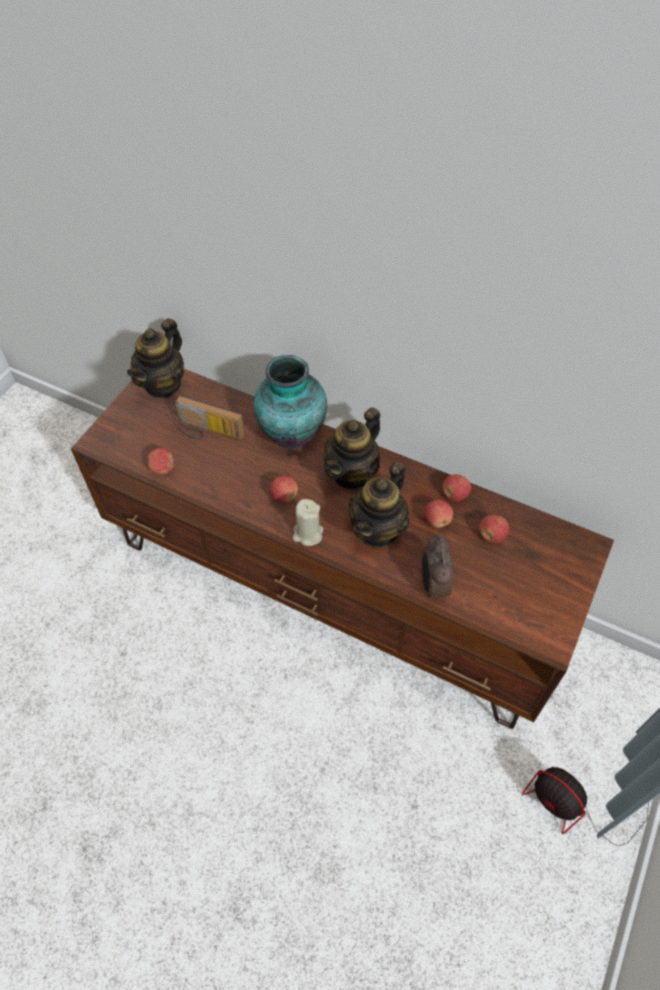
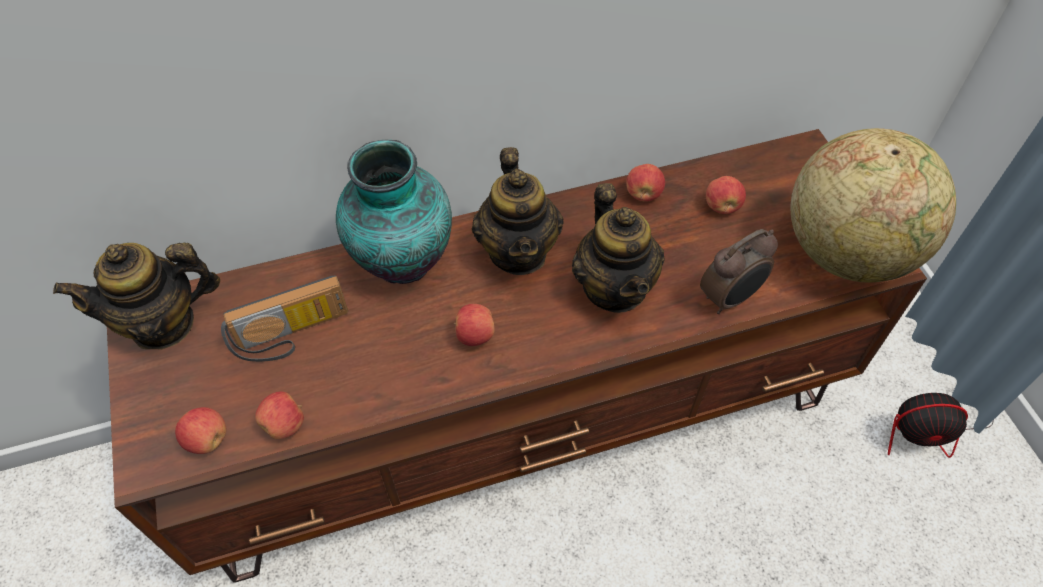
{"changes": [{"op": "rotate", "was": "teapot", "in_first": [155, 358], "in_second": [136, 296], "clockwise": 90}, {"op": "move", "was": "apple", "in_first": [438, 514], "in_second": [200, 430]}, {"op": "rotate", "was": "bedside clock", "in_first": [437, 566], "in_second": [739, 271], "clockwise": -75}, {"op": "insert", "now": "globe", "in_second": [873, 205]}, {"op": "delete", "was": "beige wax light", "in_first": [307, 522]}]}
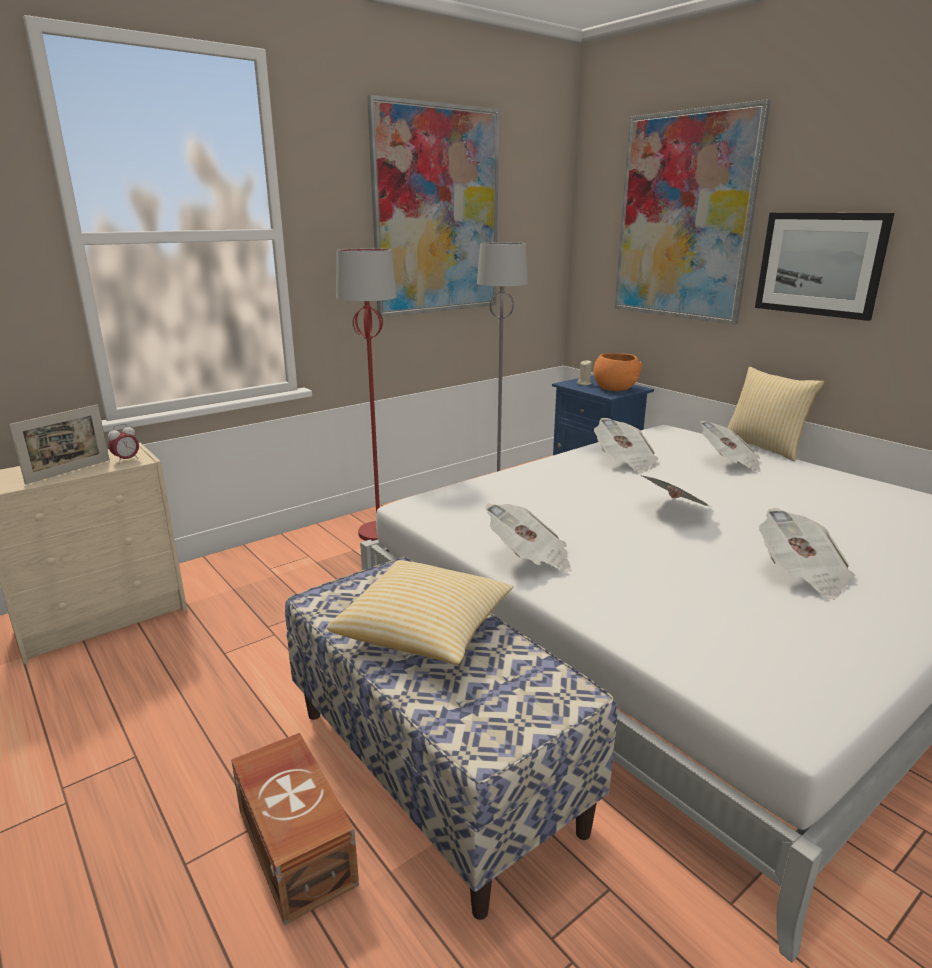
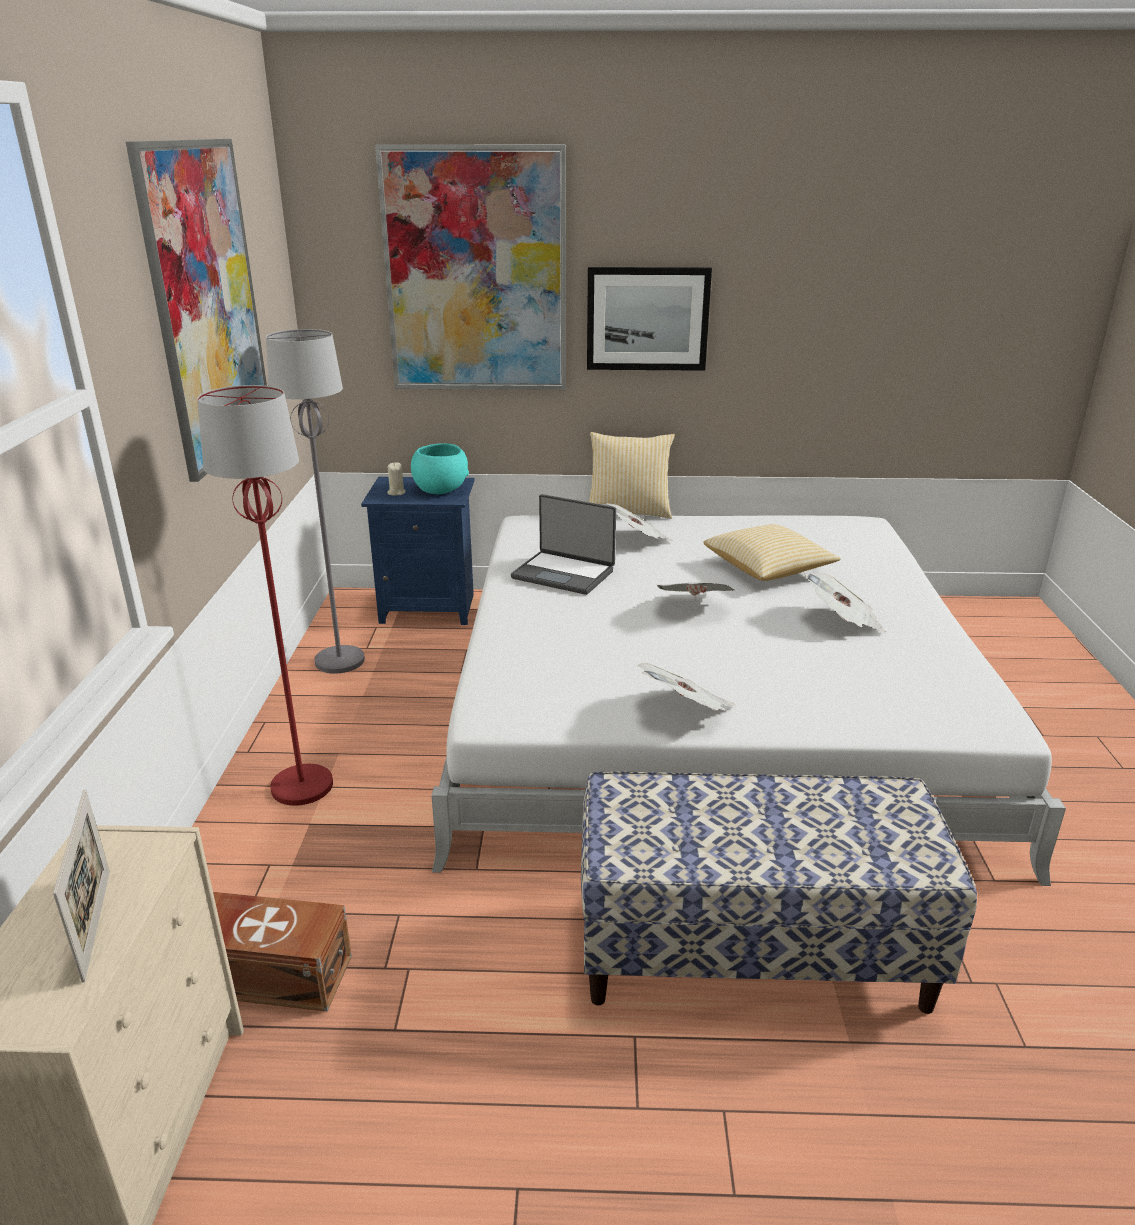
{"changes": [{"op": "move", "was": "brownish storage container", "in_first": [295, 829], "in_second": [282, 951]}, {"op": "recolor", "was": "orange deep dish", "now": "blue-green deep dish", "in_first": [617, 372], "in_second": [440, 468]}, {"op": "replace", "was": "daily paper", "now": "notebook computer", "in_first": [626, 445], "in_second": [563, 544]}, {"op": "move", "was": "throw pillow", "in_first": [420, 612], "in_second": [772, 552]}, {"op": "delete", "was": "bedside clock", "in_first": [123, 444]}]}
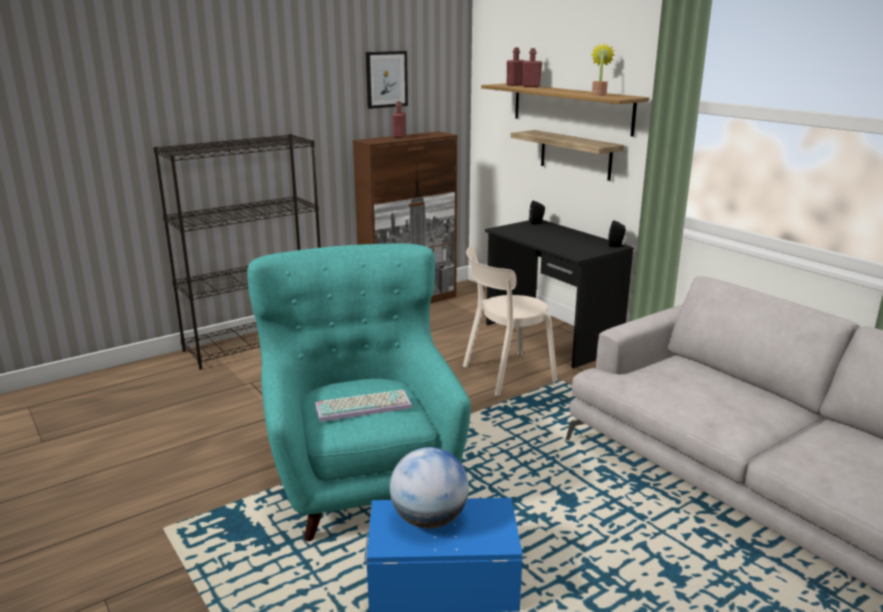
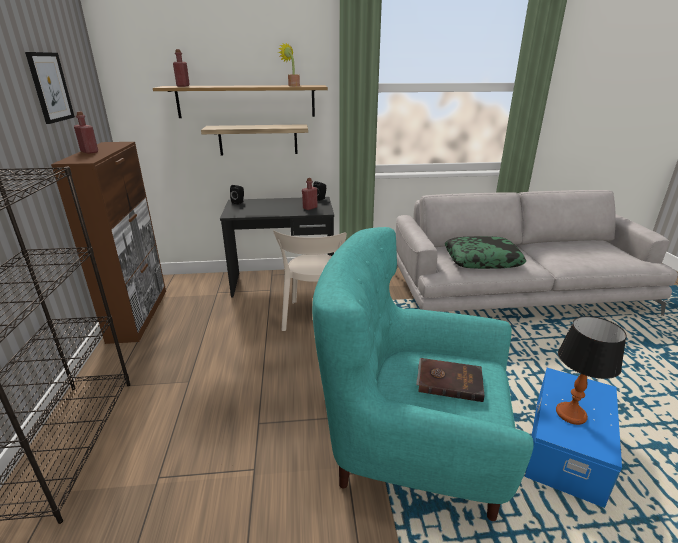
{"changes": [{"op": "move", "was": "red-coloured drink bottle", "in_first": [532, 67], "in_second": [310, 194]}, {"op": "replace", "was": "PC keyboard", "now": "brownish book", "in_first": [363, 406], "in_second": [450, 380]}, {"op": "insert", "now": "throw pillow", "in_second": [485, 252]}, {"op": "replace", "was": "globe", "now": "lamp for a table", "in_first": [429, 488], "in_second": [591, 370]}]}
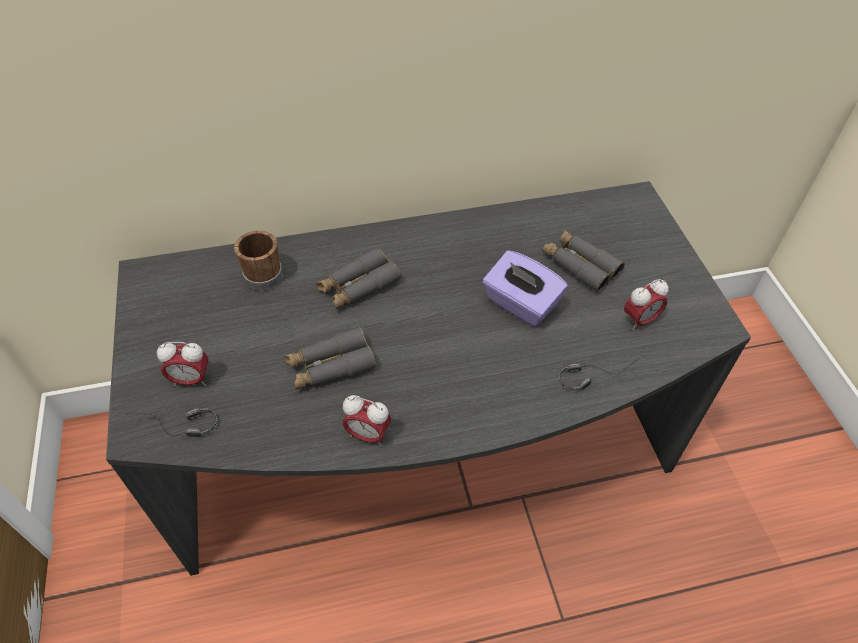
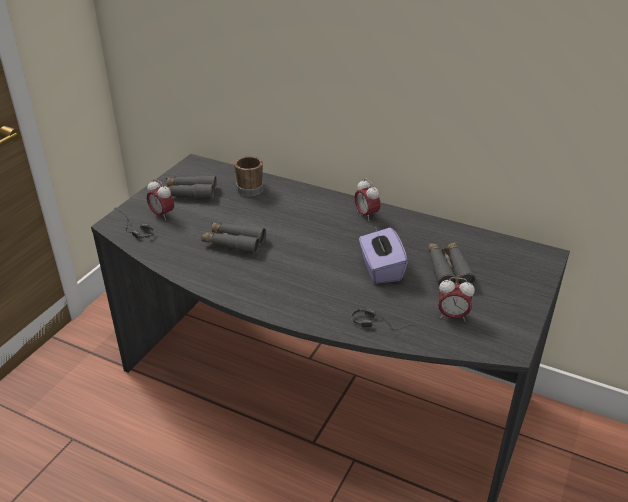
{"changes": [{"op": "move", "was": "grey pair of binoculars", "in_first": [358, 278], "in_second": [191, 188]}, {"op": "move", "was": "bedside clock", "in_first": [366, 420], "in_second": [368, 199]}]}
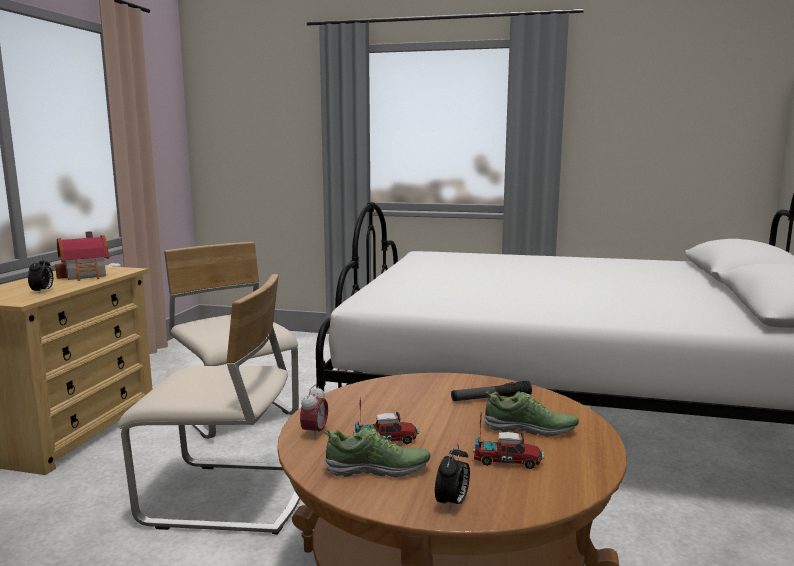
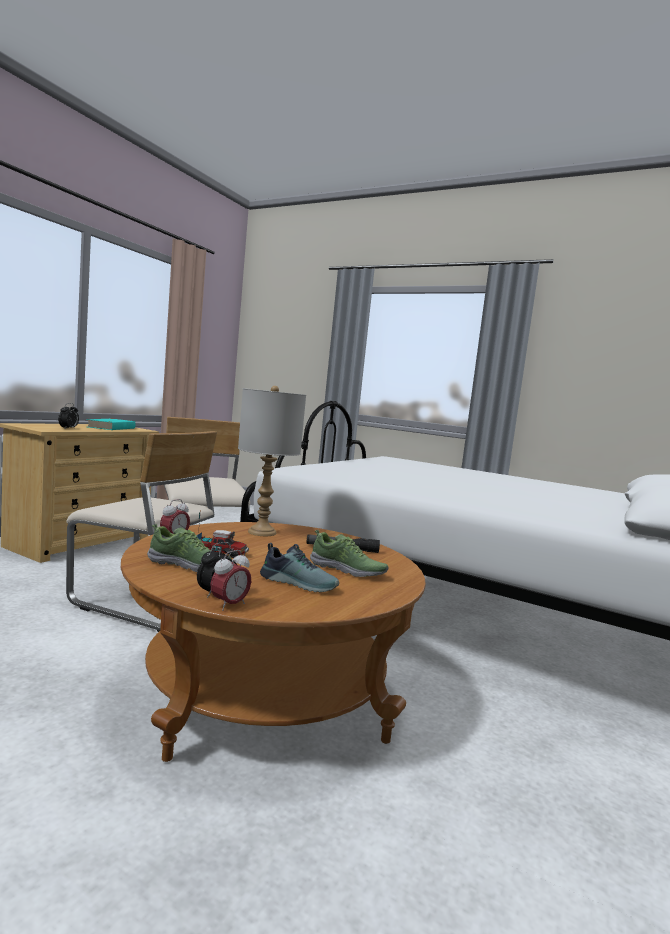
{"changes": [{"op": "replace", "was": "miniature house", "now": "blue-green book", "in_first": [82, 256], "in_second": [111, 424]}, {"op": "insert", "now": "bedside clock", "in_second": [230, 580]}, {"op": "insert", "now": "grey lamp for a table", "in_second": [272, 461]}, {"op": "replace", "was": "model truck", "now": "low shoe", "in_first": [508, 443], "in_second": [299, 567]}]}
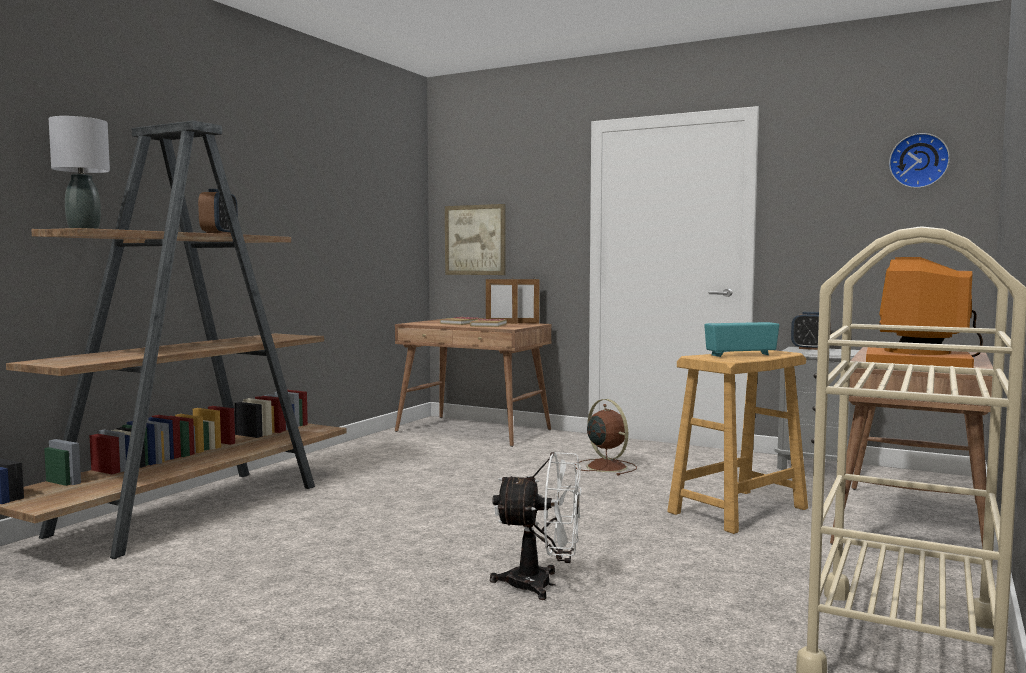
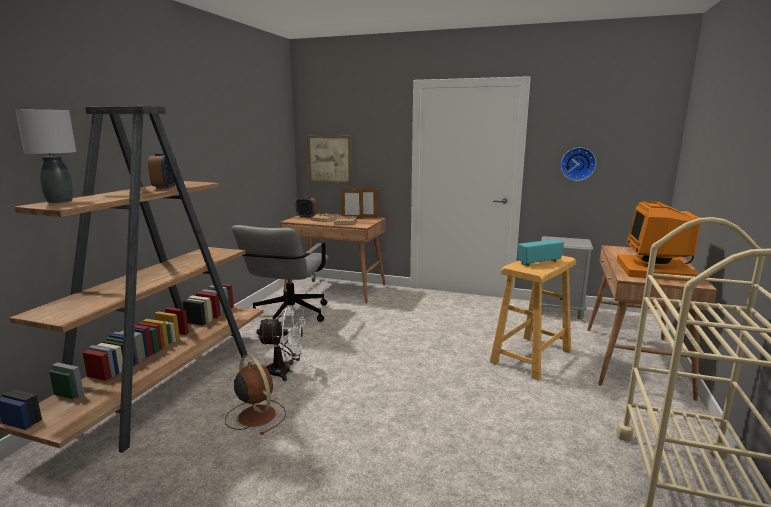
{"changes": [{"op": "move", "was": "brownish electric fan", "in_first": [606, 437], "in_second": [255, 394]}, {"op": "insert", "now": "grey office chair", "in_second": [280, 273]}, {"op": "move", "was": "white electric fan", "in_first": [535, 526], "in_second": [280, 343]}, {"op": "move", "was": "bedside clock", "in_first": [811, 331], "in_second": [306, 207]}, {"op": "move", "was": "clock on the wall", "in_first": [919, 160], "in_second": [578, 164]}]}
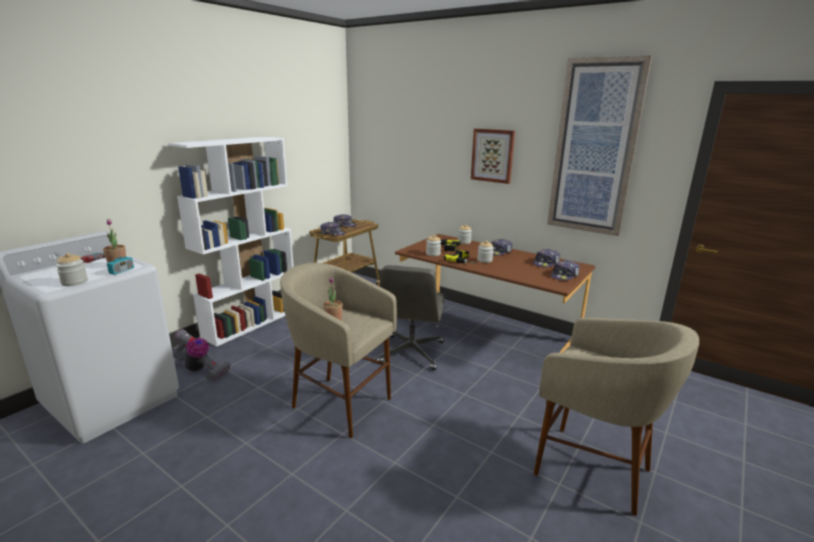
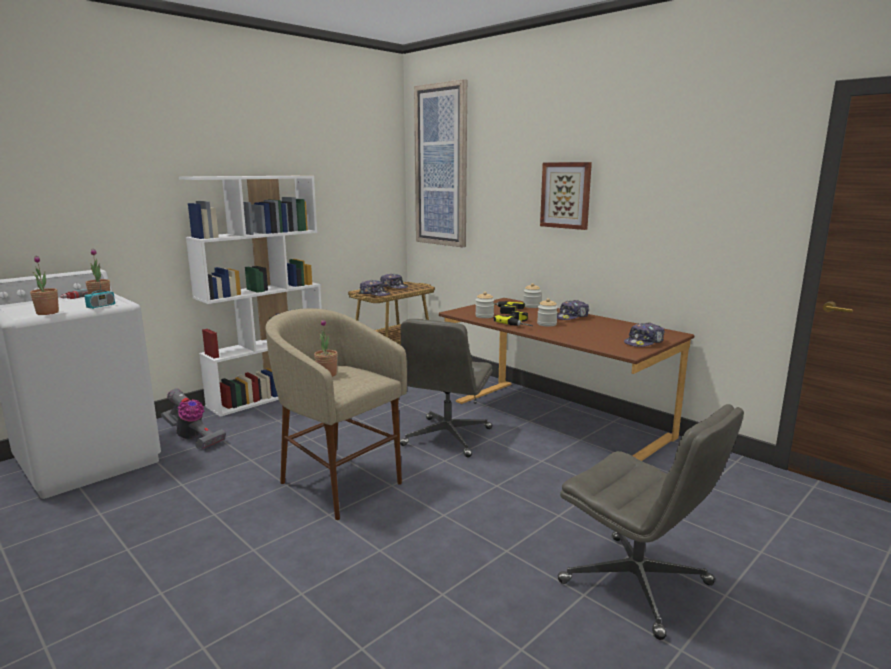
{"changes": [{"op": "replace", "was": "preserve jar", "now": "potted plant", "in_first": [72, 269], "in_second": [44, 285]}, {"op": "move", "was": "wall picture", "in_first": [599, 145], "in_second": [440, 163]}, {"op": "replace", "was": "beige stool", "now": "grey office chair", "in_first": [616, 416], "in_second": [651, 522]}, {"op": "delete", "was": "peaked cap", "in_first": [546, 258]}]}
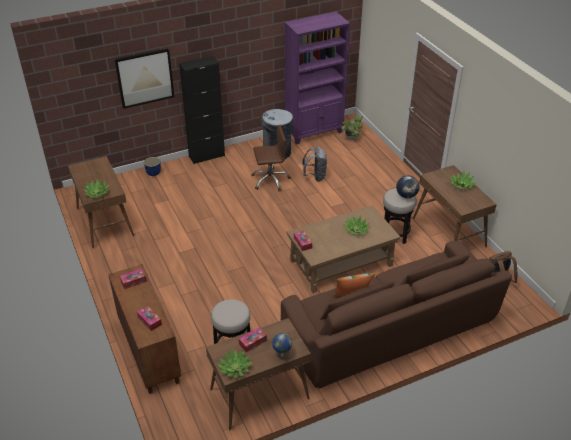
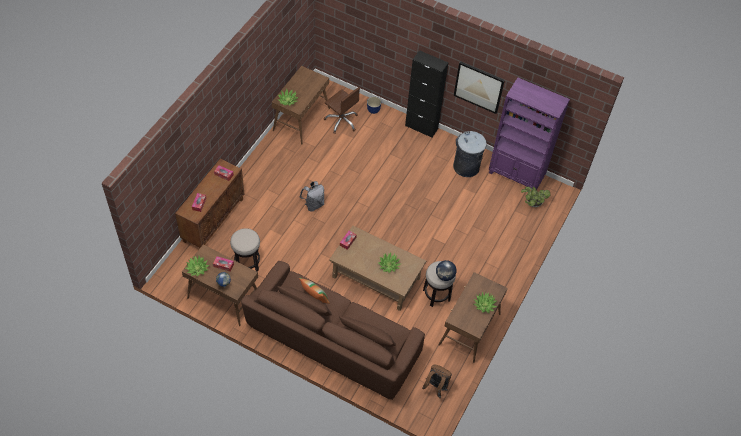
{"changes": [{"op": "move", "was": "grey backpack", "in_first": [314, 164], "in_second": [311, 196]}, {"op": "move", "was": "brownish office chair", "in_first": [271, 158], "in_second": [342, 110]}, {"op": "move", "was": "wall picture", "in_first": [144, 78], "in_second": [479, 87]}]}
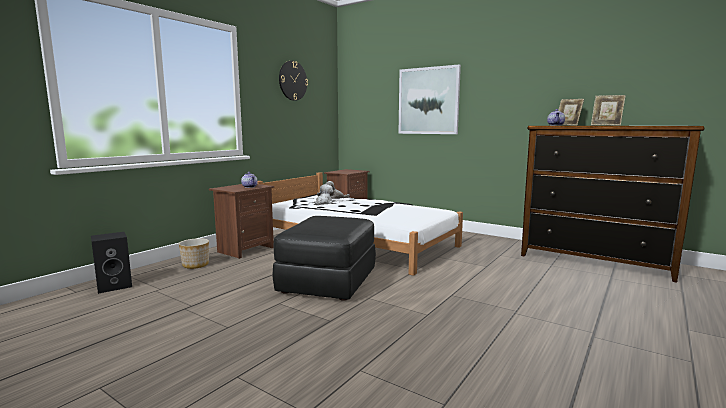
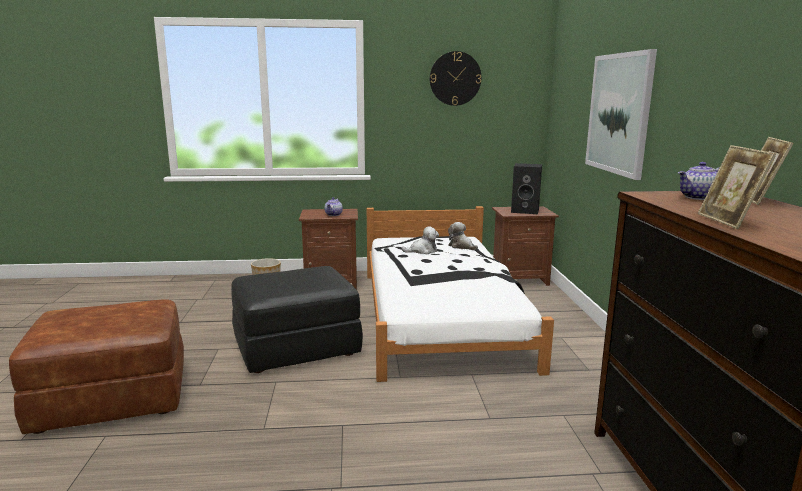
{"changes": [{"op": "insert", "now": "brownish footrest", "in_second": [96, 366]}, {"op": "move", "was": "black speaker", "in_first": [111, 263], "in_second": [526, 188]}]}
